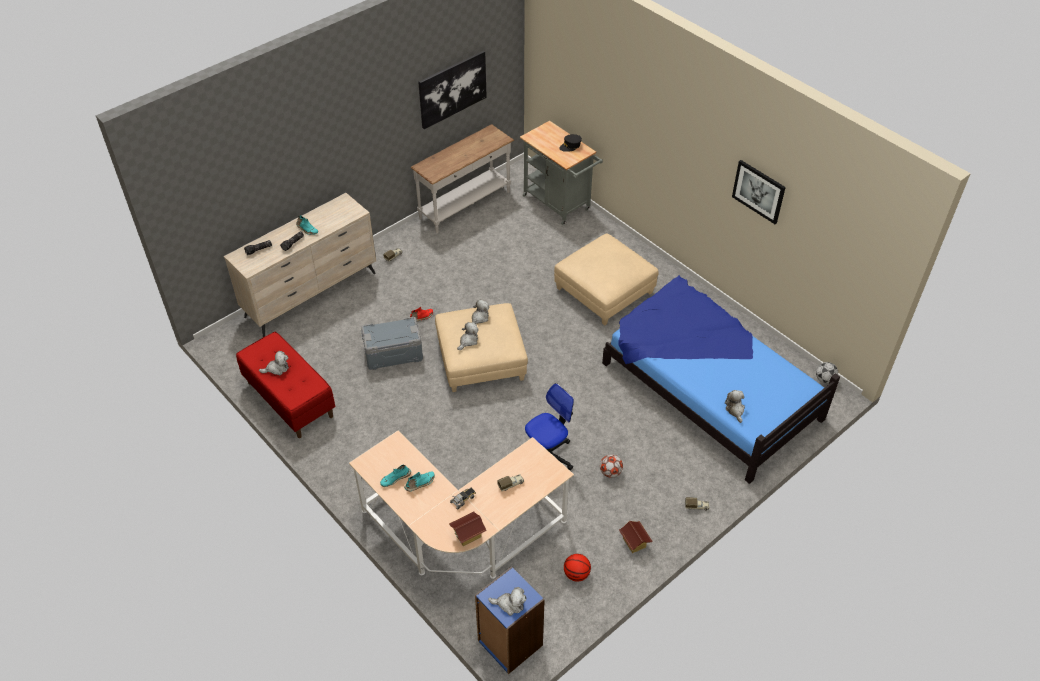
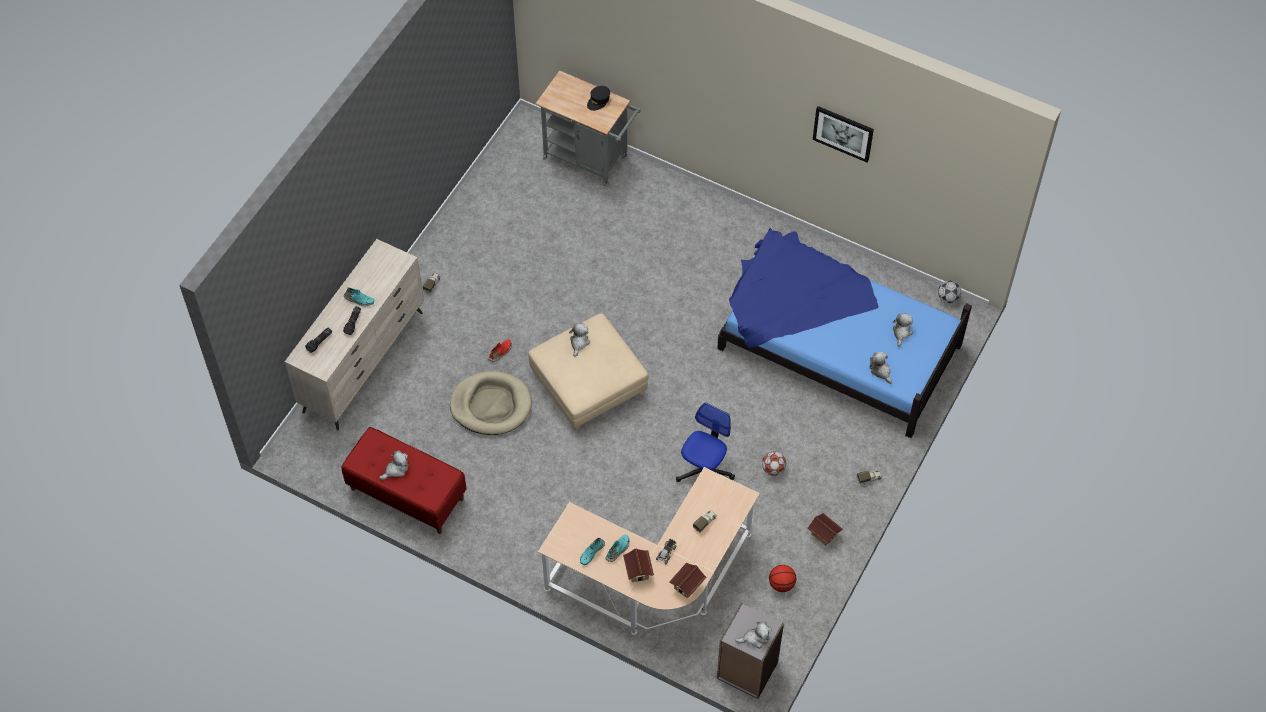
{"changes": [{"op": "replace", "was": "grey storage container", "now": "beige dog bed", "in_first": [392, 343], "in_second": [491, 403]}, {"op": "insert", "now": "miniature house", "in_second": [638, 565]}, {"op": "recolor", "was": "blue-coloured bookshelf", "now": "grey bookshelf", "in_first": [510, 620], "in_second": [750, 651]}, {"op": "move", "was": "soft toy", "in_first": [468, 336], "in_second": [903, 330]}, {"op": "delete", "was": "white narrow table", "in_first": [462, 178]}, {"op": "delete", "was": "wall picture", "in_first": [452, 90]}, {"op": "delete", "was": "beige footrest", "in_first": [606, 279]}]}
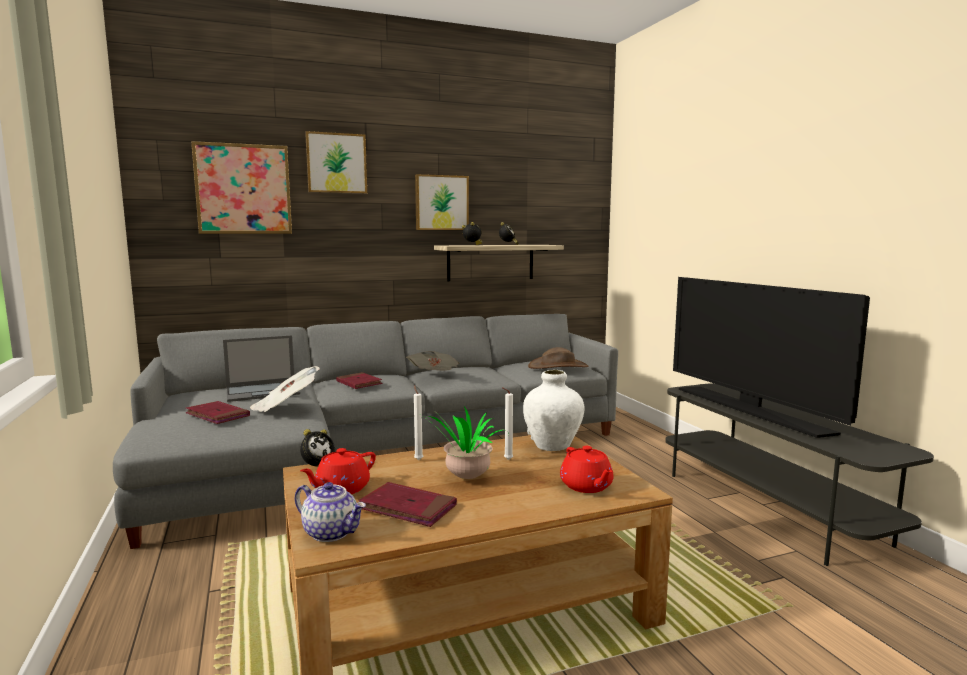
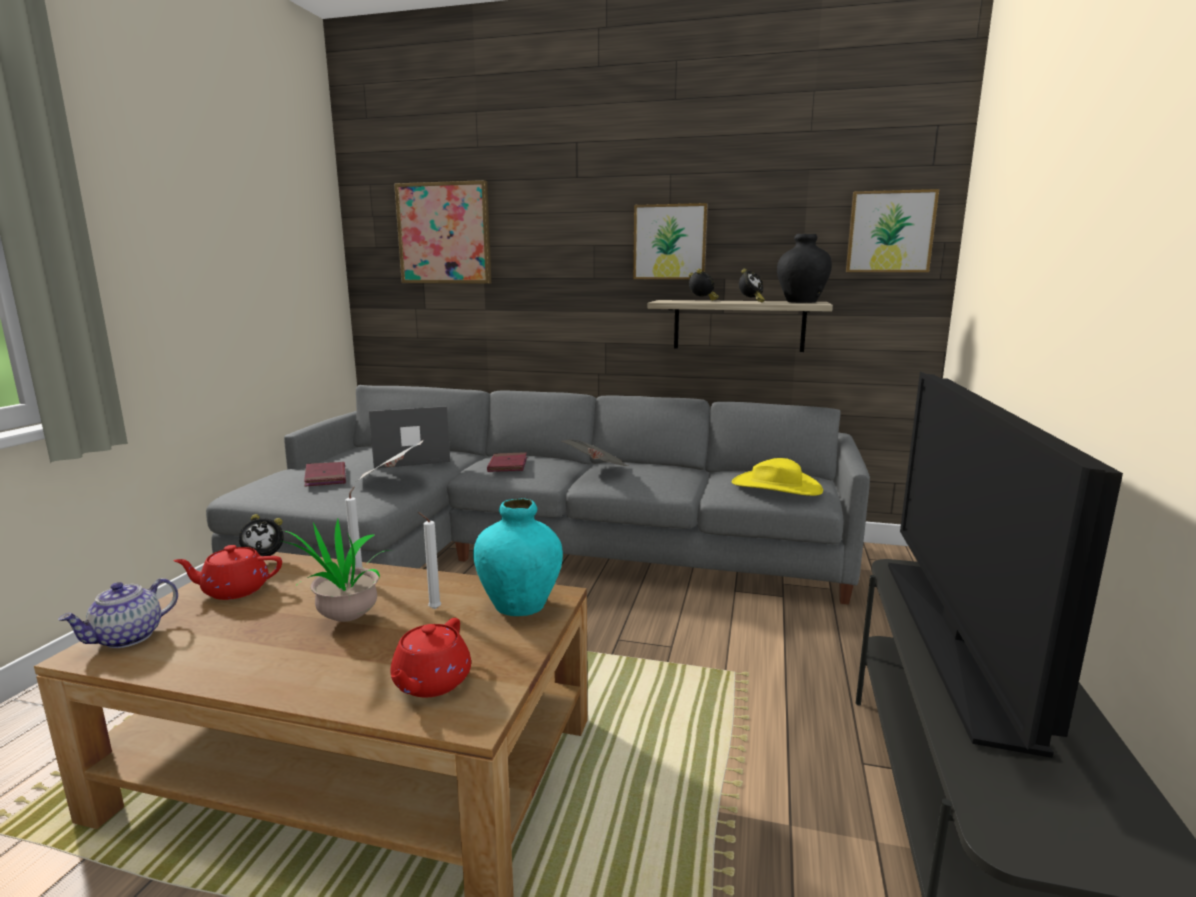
{"changes": [{"op": "rotate", "was": "teapot", "in_first": [330, 512], "in_second": [118, 613], "clockwise": 60}, {"op": "rotate", "was": "notebook computer", "in_first": [261, 368], "in_second": [409, 437], "clockwise": 150}, {"op": "recolor", "was": "white decorative vase", "now": "blue-green decorative vase", "in_first": [553, 410], "in_second": [518, 557]}, {"op": "recolor", "was": "brownish clothing hat", "now": "yellow clothing hat", "in_first": [558, 358], "in_second": [777, 477]}, {"op": "insert", "now": "black decorative vase", "in_second": [804, 268]}, {"op": "move", "was": "wall picture", "in_first": [336, 162], "in_second": [892, 230]}, {"op": "delete", "was": "red-coloured book", "in_first": [407, 504]}]}
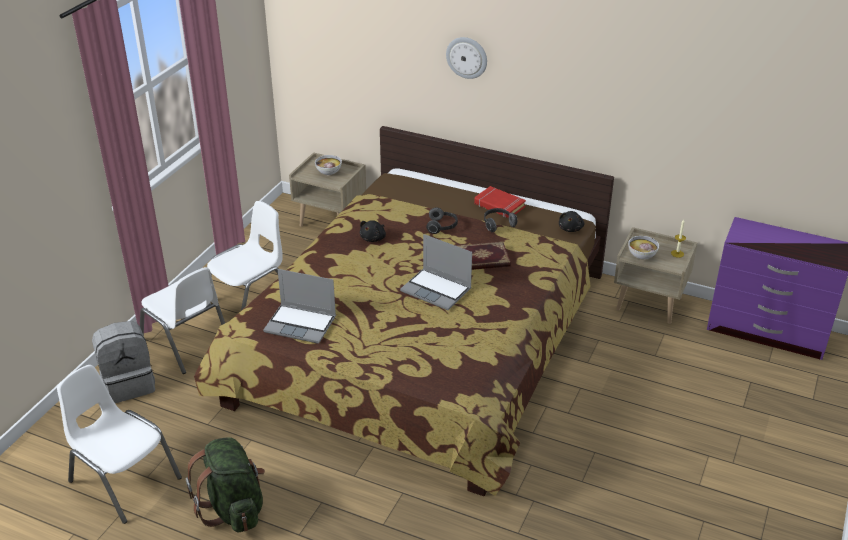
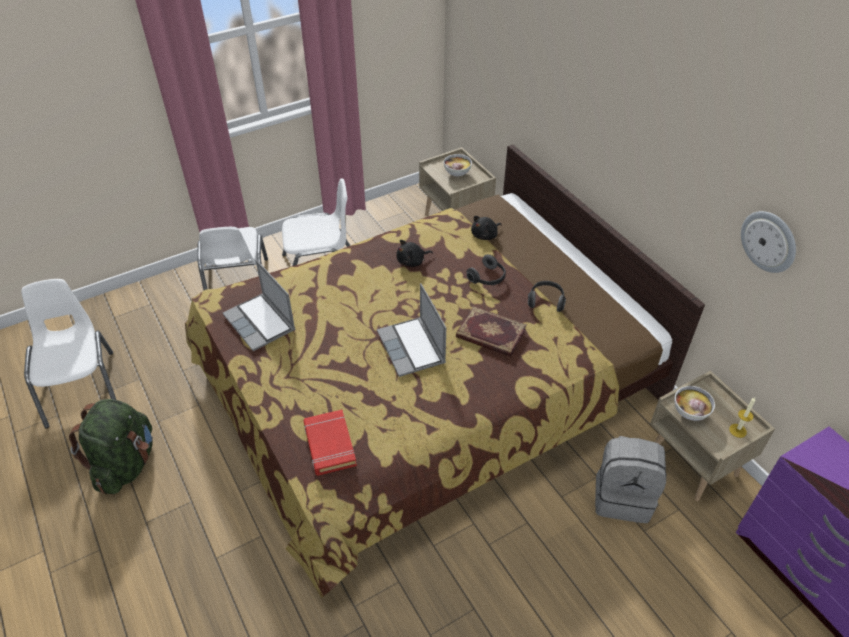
{"changes": [{"op": "move", "was": "red-coloured book", "in_first": [500, 202], "in_second": [330, 443]}, {"op": "move", "was": "black soft toy", "in_first": [571, 221], "in_second": [486, 228]}, {"op": "move", "was": "grey backpack", "in_first": [123, 362], "in_second": [630, 479]}, {"op": "move", "was": "clock on the wall", "in_first": [466, 58], "in_second": [768, 242]}]}
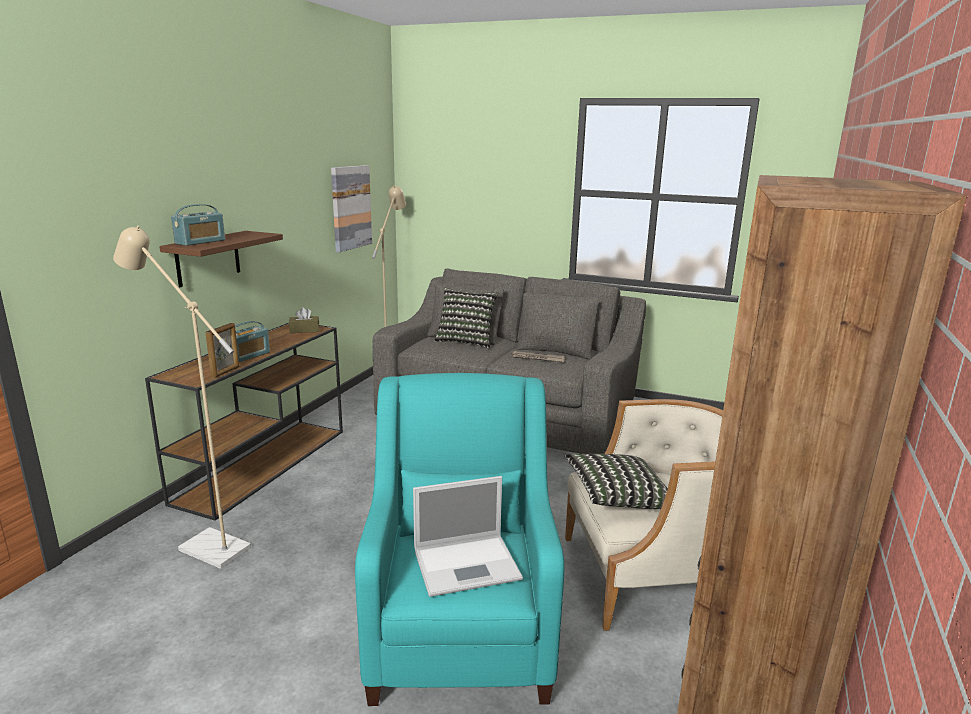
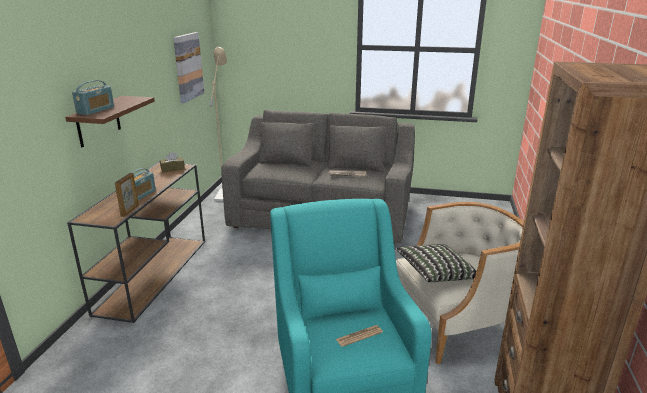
{"changes": [{"op": "replace", "was": "notebook computer", "now": "daily paper", "in_first": [468, 536], "in_second": [359, 336]}, {"op": "delete", "was": "beige floor lamp", "in_first": [182, 397]}, {"op": "delete", "was": "throw pillow", "in_first": [466, 318]}]}
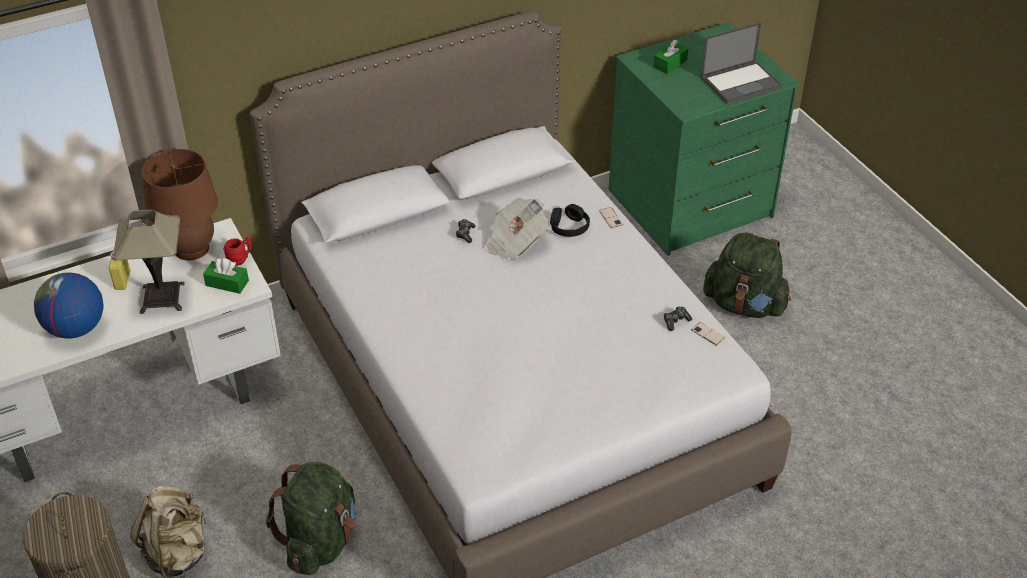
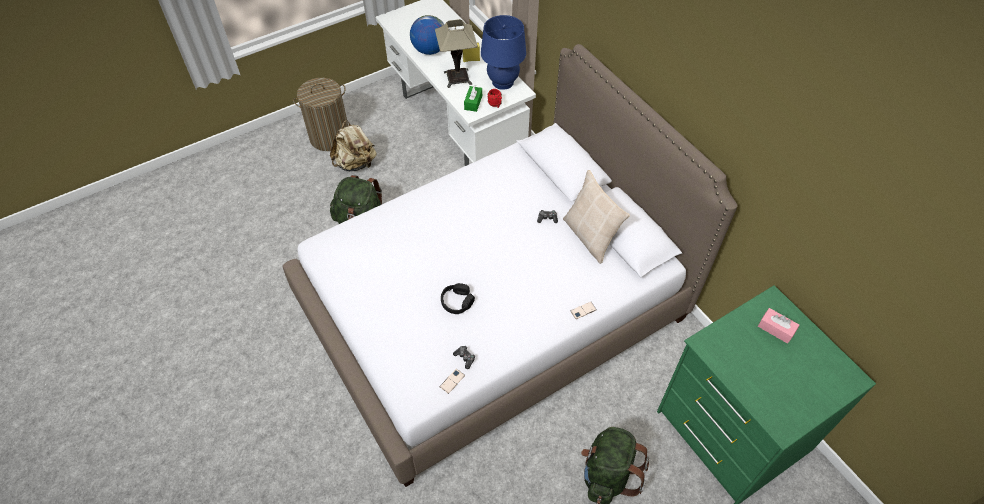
{"changes": [{"op": "move", "was": "black headset", "in_first": [570, 220], "in_second": [458, 298]}, {"op": "recolor", "was": "brownish lamp for a table", "now": "blue-coloured lamp for a table", "in_first": [180, 204], "in_second": [503, 52]}, {"op": "insert", "now": "beige throw pillow", "in_second": [596, 217]}, {"op": "recolor", "was": "green-coloured tissue box", "now": "pinkish tissue box", "in_first": [670, 56], "in_second": [778, 326]}, {"op": "delete", "was": "daily paper", "in_first": [515, 229]}, {"op": "delete", "was": "notebook computer", "in_first": [742, 63]}]}
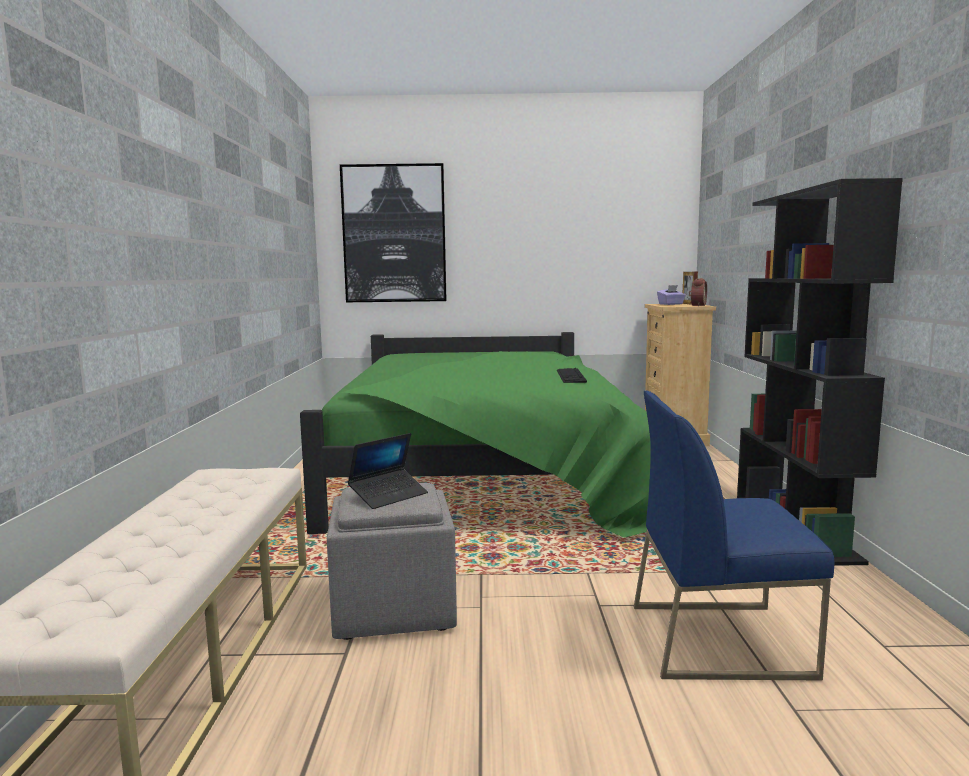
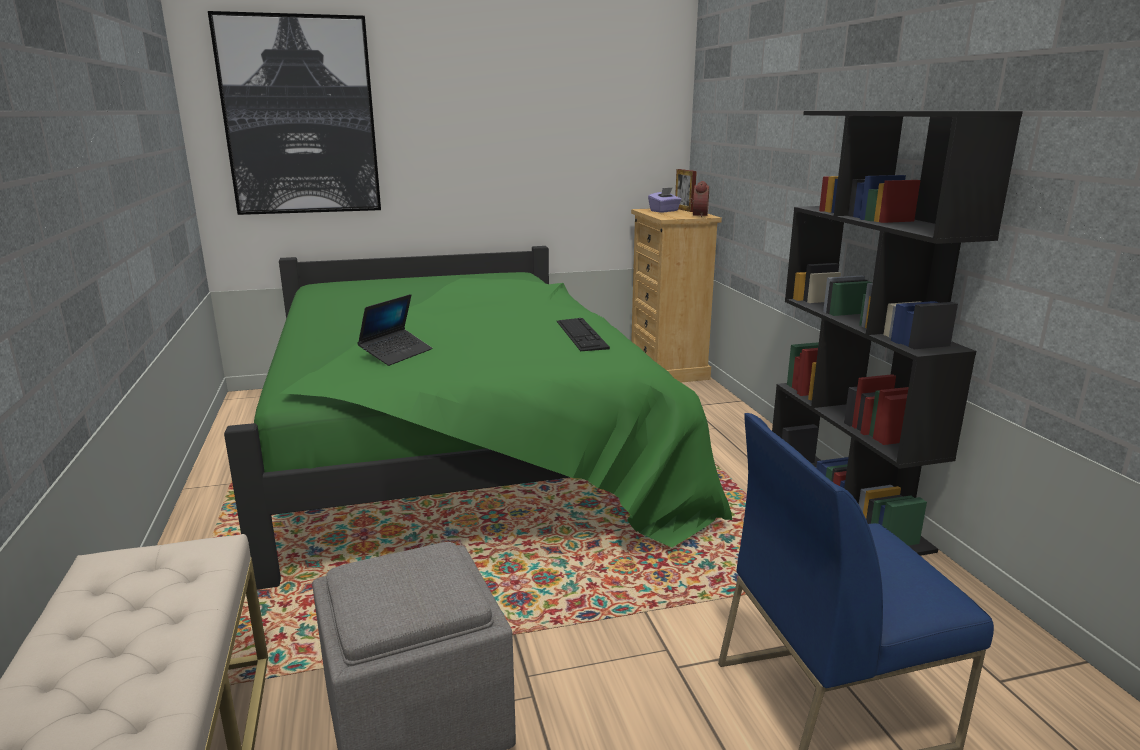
{"changes": [{"op": "move", "was": "notebook computer", "in_first": [388, 471], "in_second": [394, 330]}]}
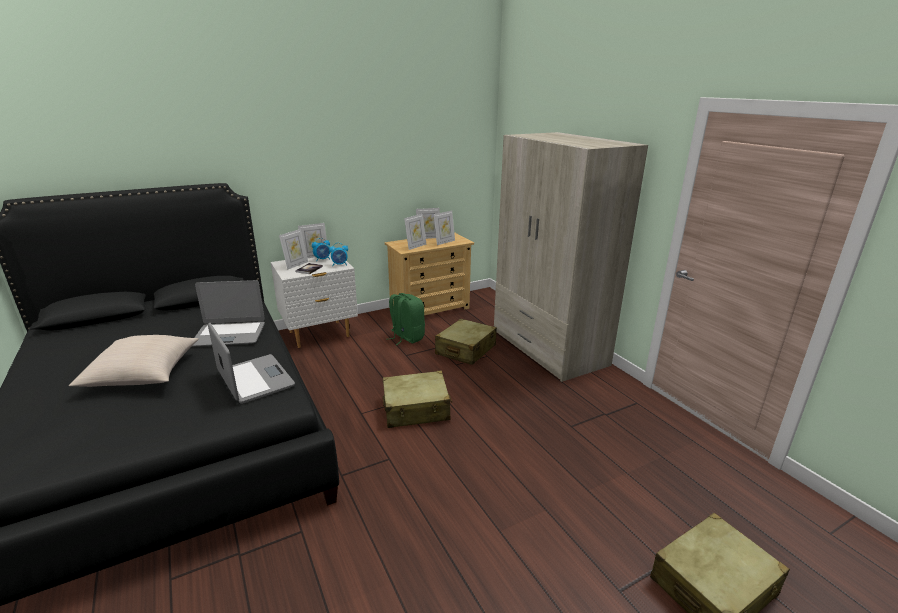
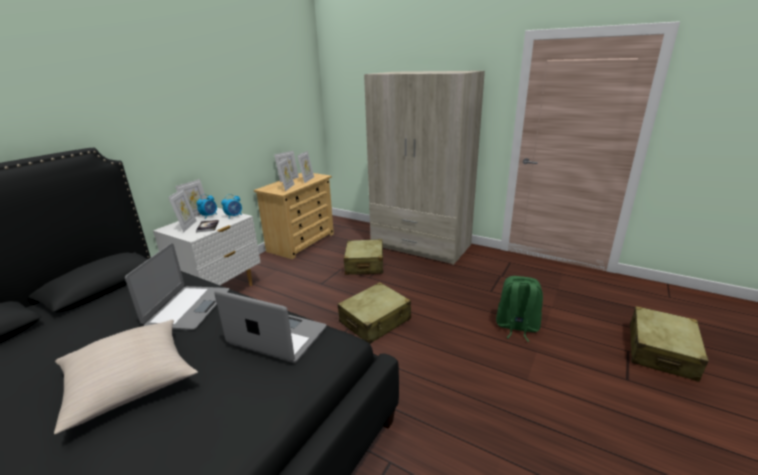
{"changes": [{"op": "rotate", "was": "notebook computer", "in_first": [228, 313], "in_second": [177, 286], "clockwise": -45}, {"op": "move", "was": "green-coloured backpack", "in_first": [406, 319], "in_second": [519, 309]}]}
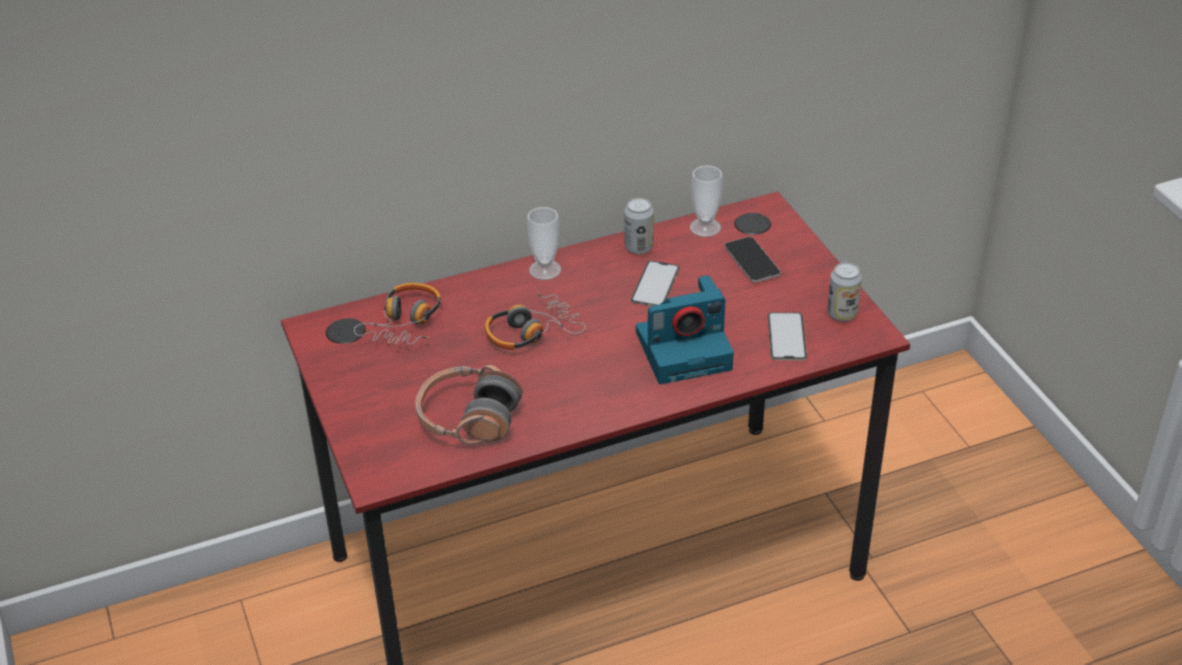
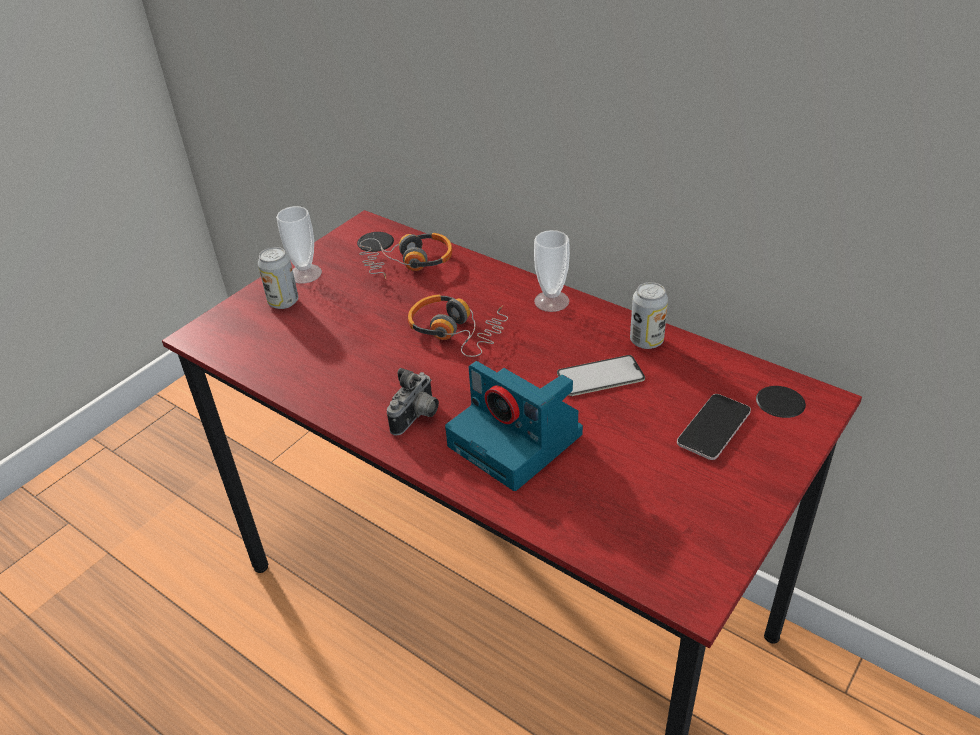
{"changes": [{"op": "move", "was": "sealed can", "in_first": [844, 291], "in_second": [278, 278]}, {"op": "move", "was": "cup", "in_first": [706, 201], "in_second": [299, 244]}, {"op": "insert", "now": "photo camera", "in_second": [413, 402]}, {"op": "delete", "was": "headset", "in_first": [469, 405]}, {"op": "delete", "was": "telephone", "in_first": [787, 336]}]}
